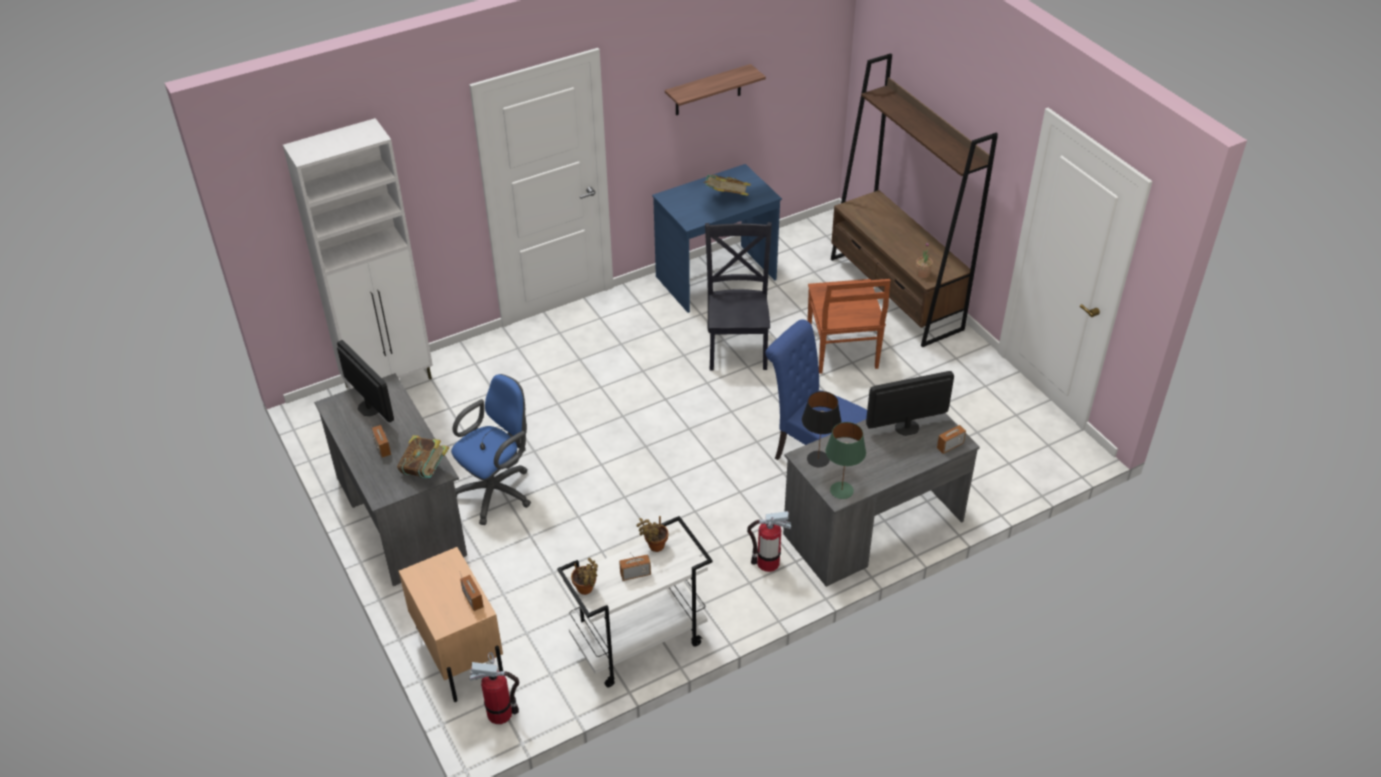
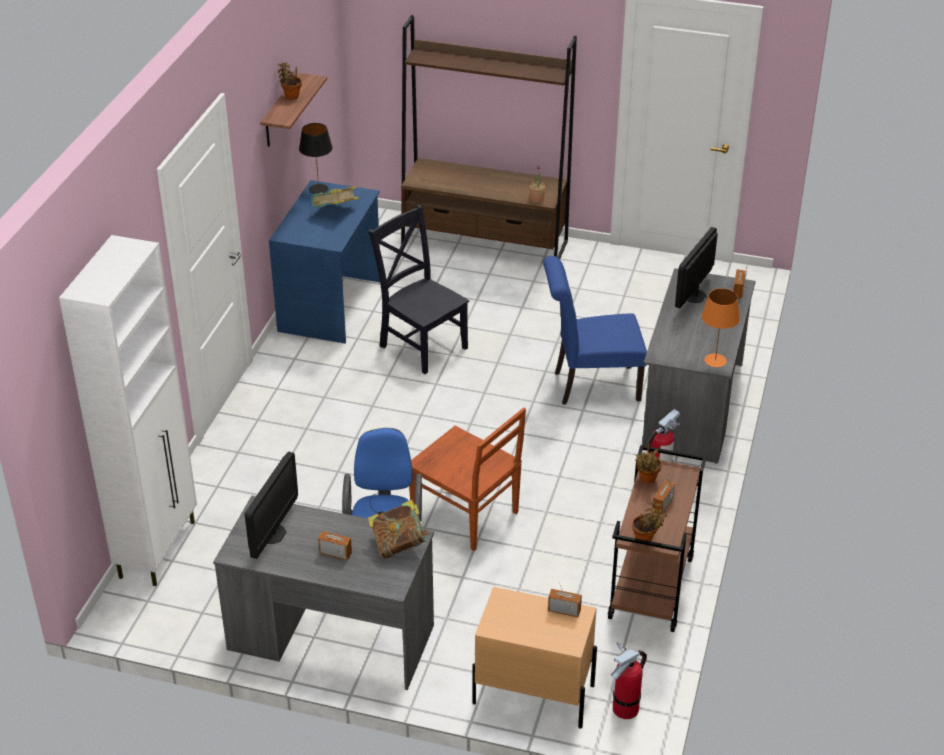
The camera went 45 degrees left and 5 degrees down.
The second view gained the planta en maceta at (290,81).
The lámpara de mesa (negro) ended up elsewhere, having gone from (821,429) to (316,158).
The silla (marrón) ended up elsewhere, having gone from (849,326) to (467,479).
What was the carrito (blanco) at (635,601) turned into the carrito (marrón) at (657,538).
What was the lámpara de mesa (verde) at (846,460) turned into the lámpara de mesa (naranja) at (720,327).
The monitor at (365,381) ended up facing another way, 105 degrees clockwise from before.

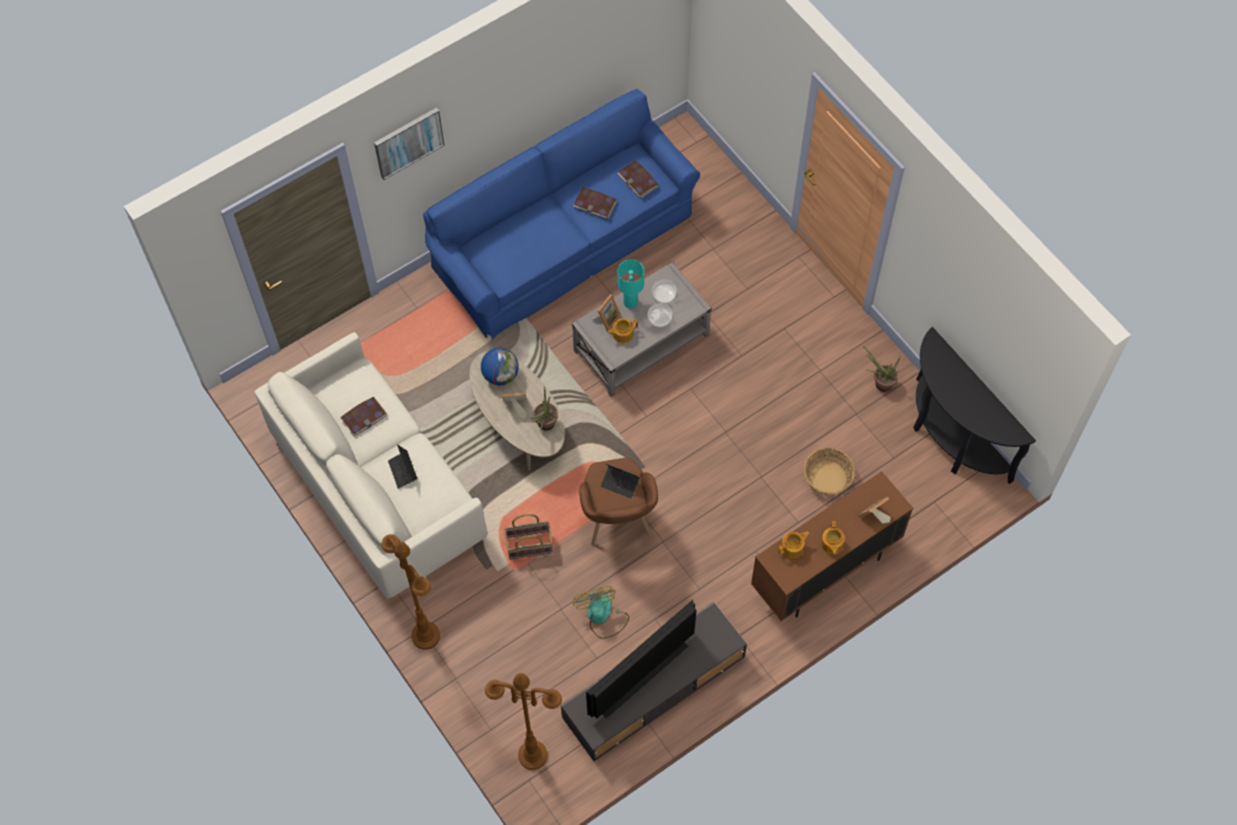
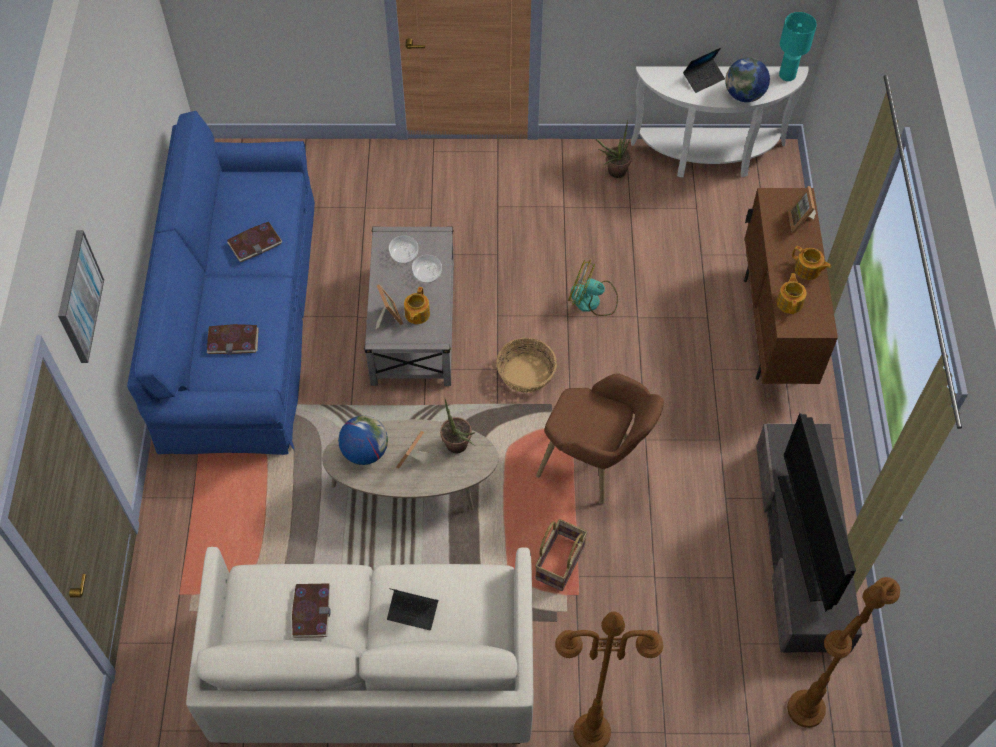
The camera went 55 degrees left and 5 degrees down.
The second view gained the globo terráqueo at (747,80).
The ventilador ended up elsewhere, having gone from (601,612) to (593,287).
The portátil ended up elsewhere, having gone from (620,481) to (704,70).
The lámpara de mesa (turquesa) ended up elsewhere, having gone from (630,284) to (798,46).
The libro ended up elsewhere, having gone from (638,179) to (233,339).
The cesta ended up elsewhere, having gone from (829,472) to (526,365).
What was the mesa consola (negro) at (974,405) turned into the mesa consola (blanco) at (720,121).

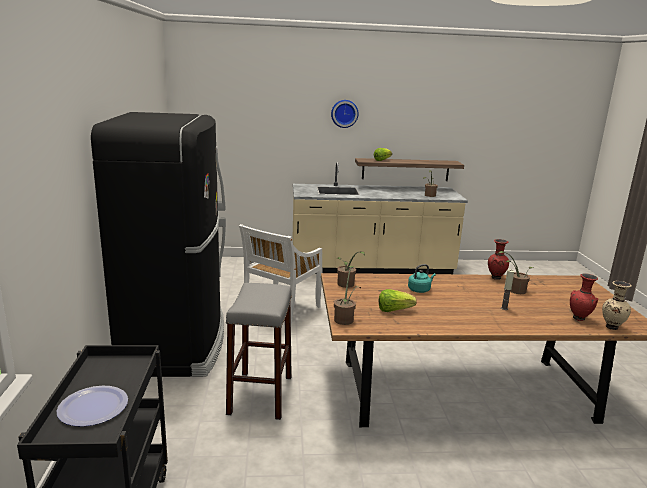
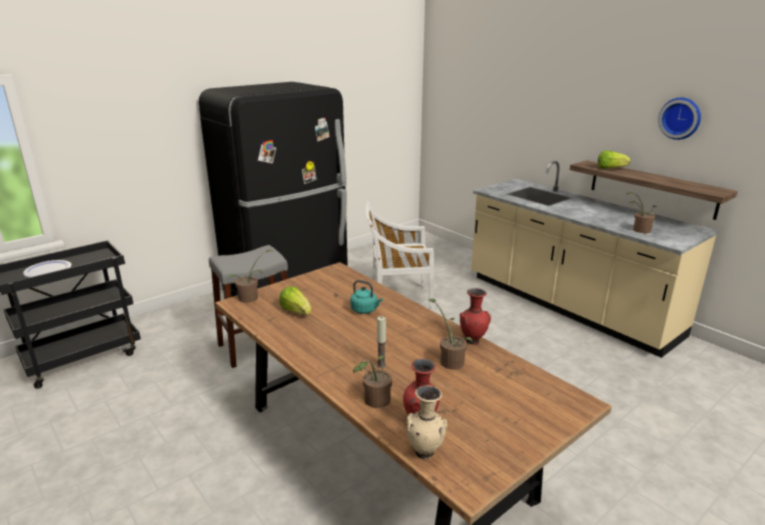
The camera went 55 degrees right and 5 degrees up.
The reloj de pared ended up elsewhere, having gone from (344,114) to (679,119).
The planta en maceta ended up elsewhere, having gone from (351,269) to (372,382).

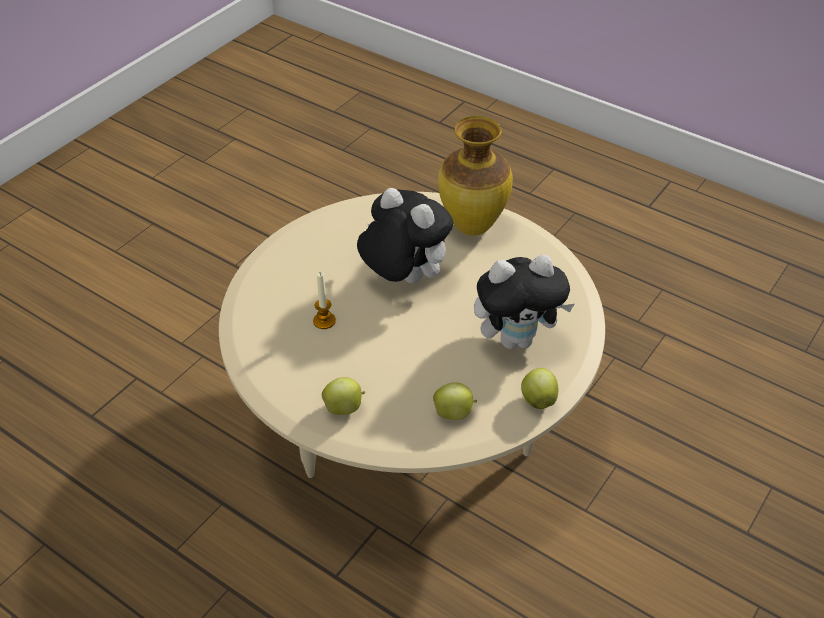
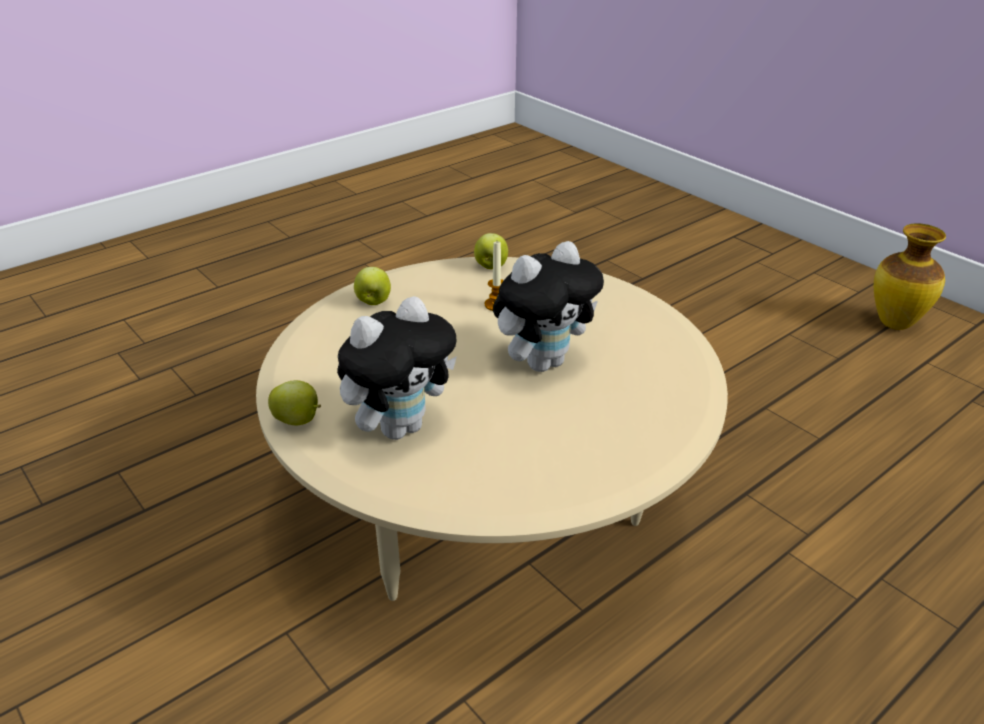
The camera went 105 degrees right and 10 degrees down.
The manzana ended up elsewhere, having gone from (455,401) to (491,251).
The florero ended up elsewhere, having gone from (475,176) to (910,276).
The peluche at (524,302) ended up facing another way, 135 degrees counterclockwise from before.

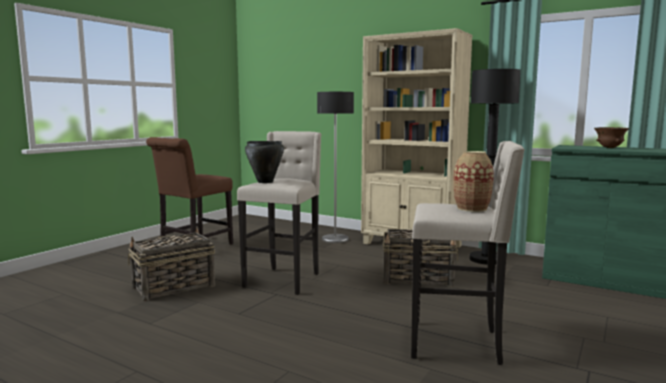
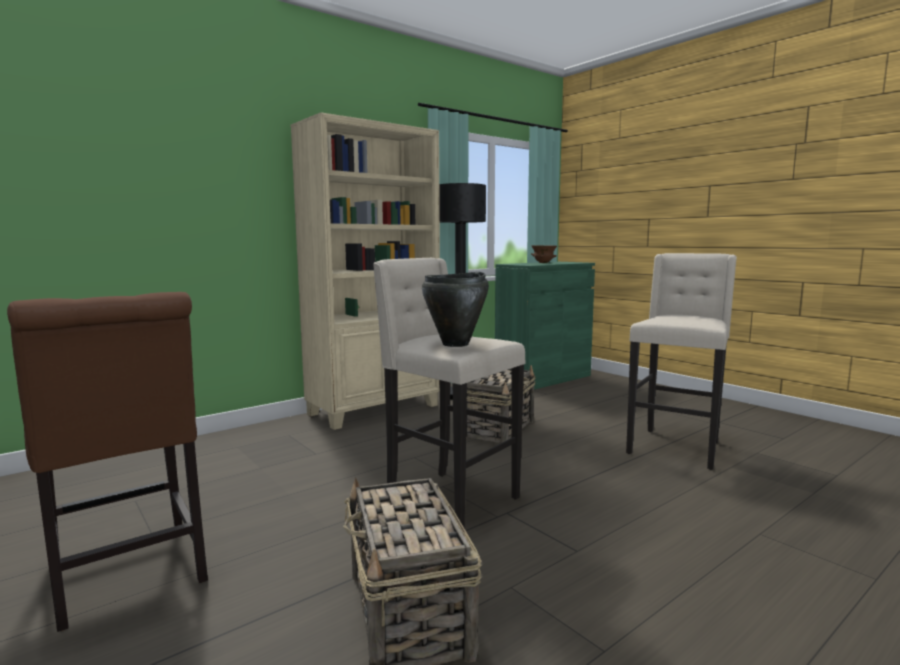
The camera went 70 degrees left and 0 degrees up.
The second view lost the lámpara de pie at (335,167).
The second view lost the florero at (473,181).

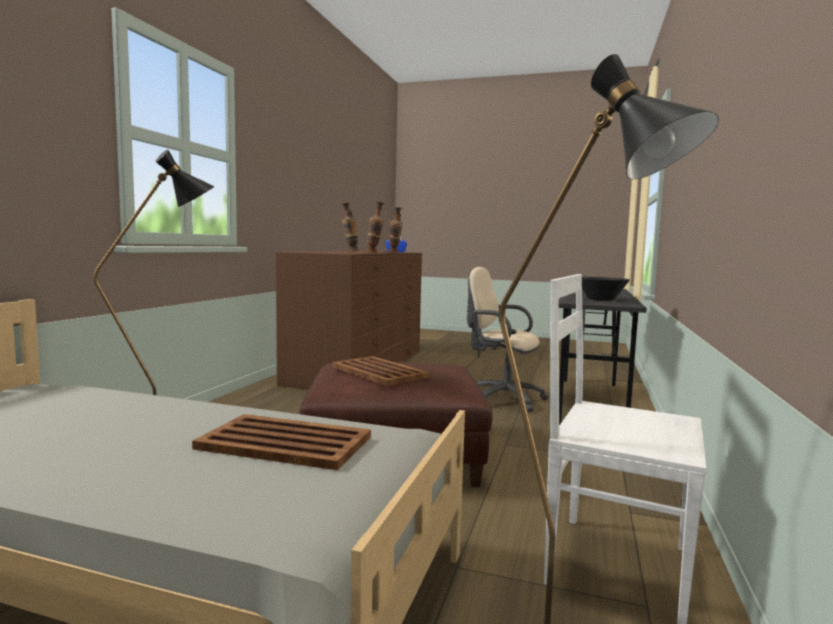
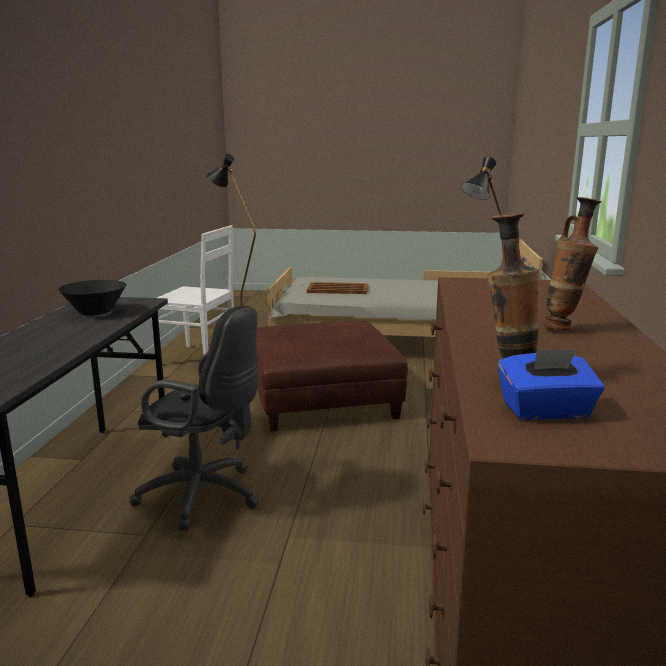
The camera went 170 degrees right and 10 degrees up.
The second view lost the bandeja (marrón) at (381,371).
The second view lost the florero at (375,227).
What was the silla de oficina (beis) at (508,339) turned into the silla de oficina (negro) at (194,418).

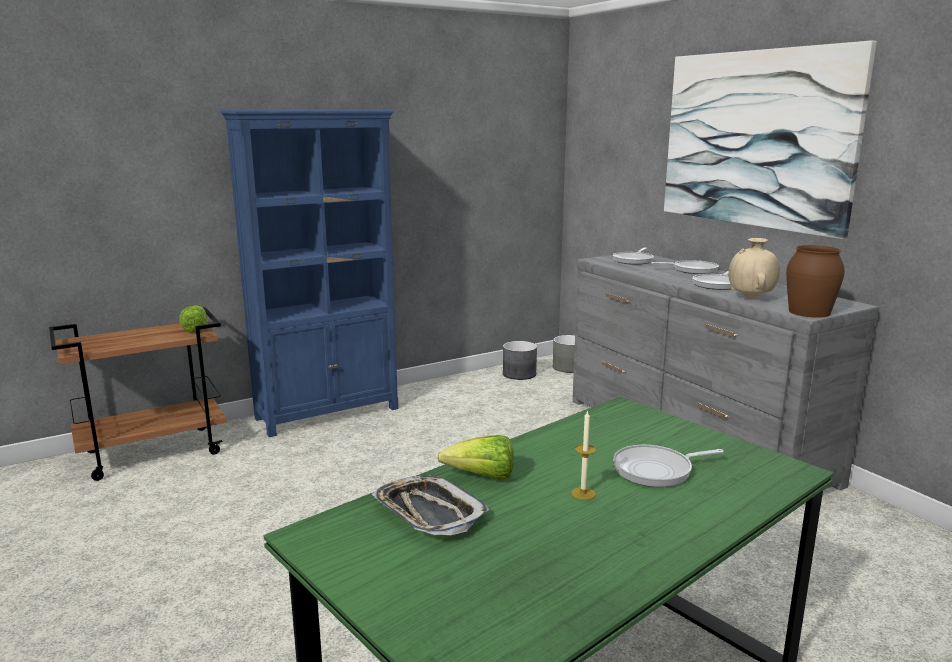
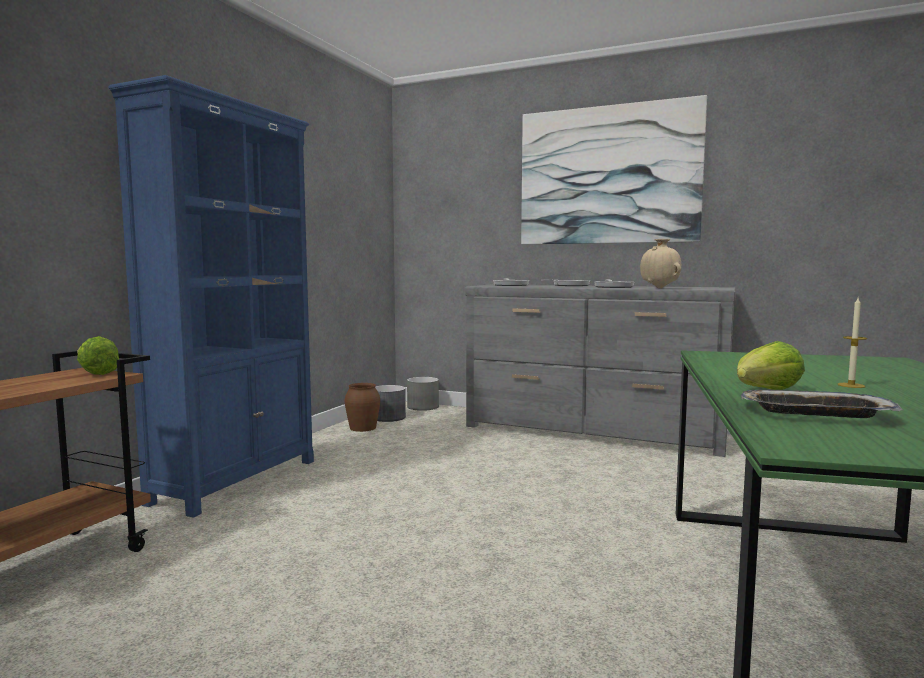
The camera went 35 degrees left and 10 degrees down.
The second view lost the sartén at (668,466).
The florero (marrón) ended up elsewhere, having gone from (815,281) to (362,407).

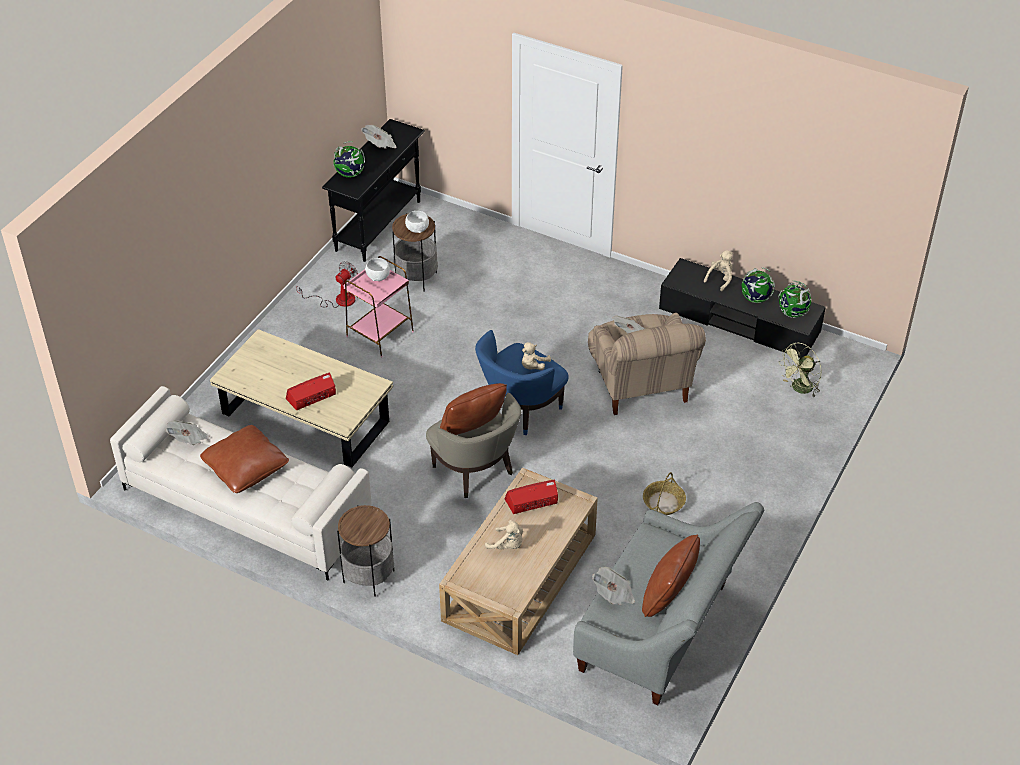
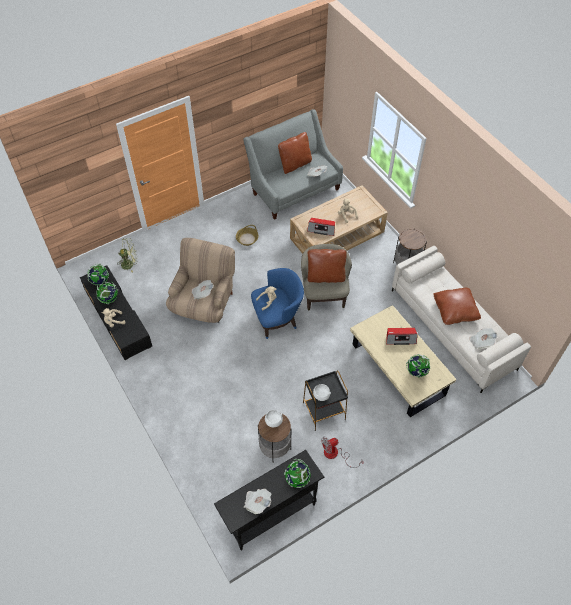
The camera went 150 degrees left and 10 degrees up.
The second view gained the globo terráqueo at (418,365).
What was the mesa auxiliar (rosa) at (378,307) turned into the mesa auxiliar (negro) at (325,400).

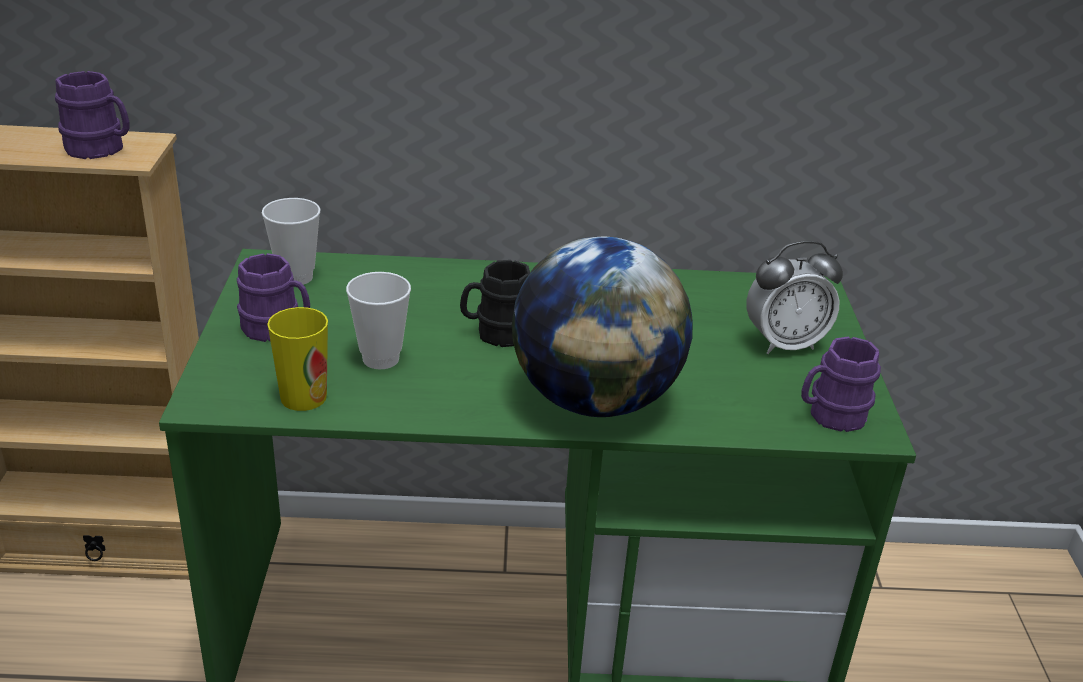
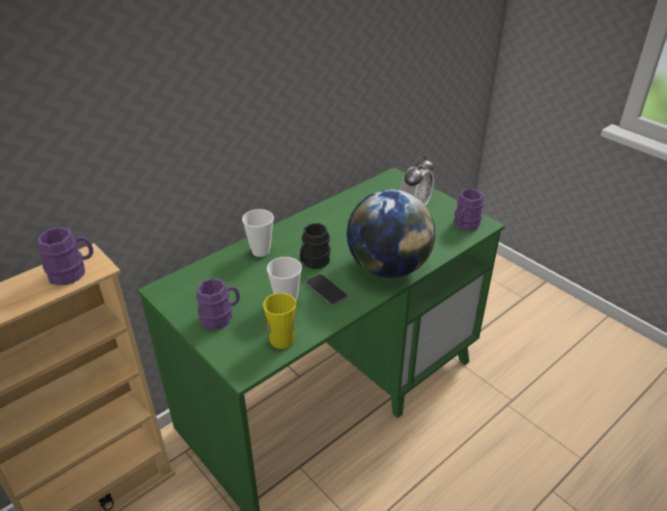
The camera went 40 degrees left and 5 degrees up.
The second view gained the móvil at (326,289).
The taza ended up elsewhere, having gone from (291,241) to (258,233).

